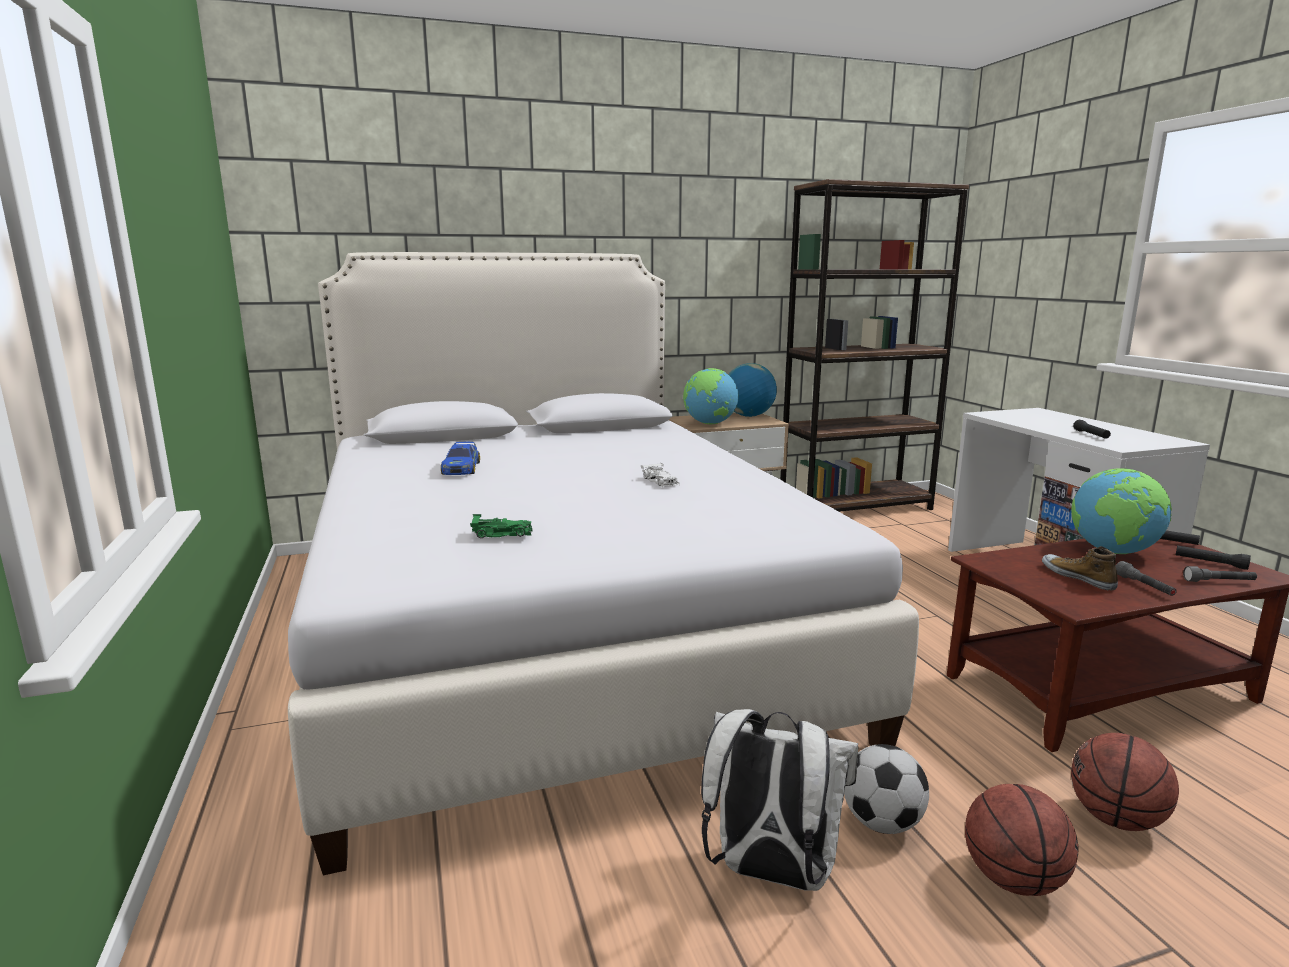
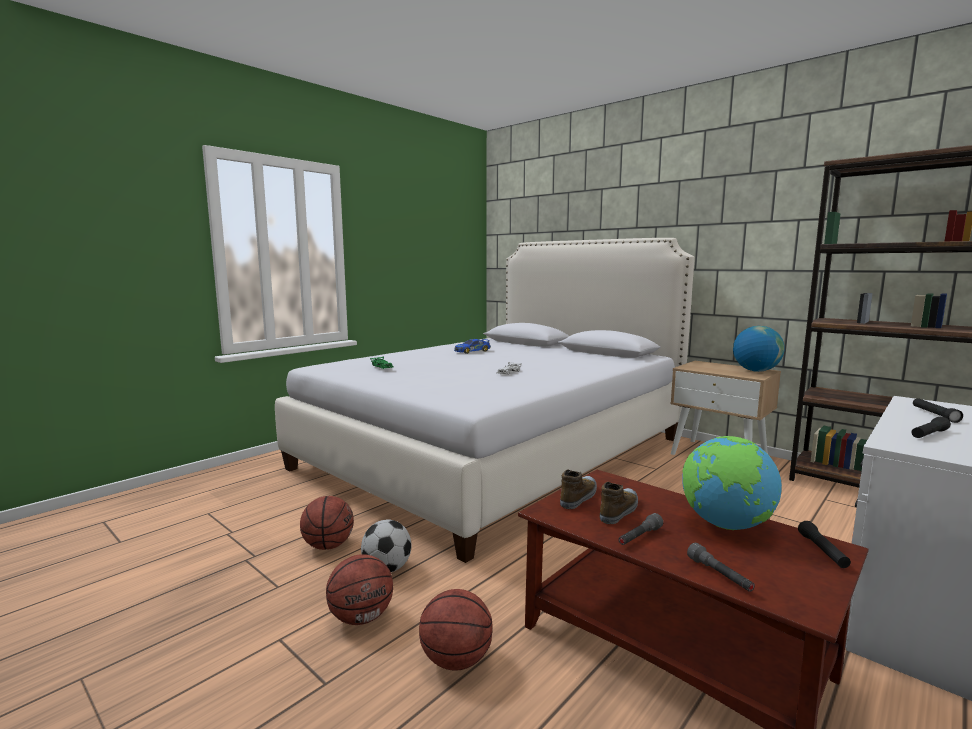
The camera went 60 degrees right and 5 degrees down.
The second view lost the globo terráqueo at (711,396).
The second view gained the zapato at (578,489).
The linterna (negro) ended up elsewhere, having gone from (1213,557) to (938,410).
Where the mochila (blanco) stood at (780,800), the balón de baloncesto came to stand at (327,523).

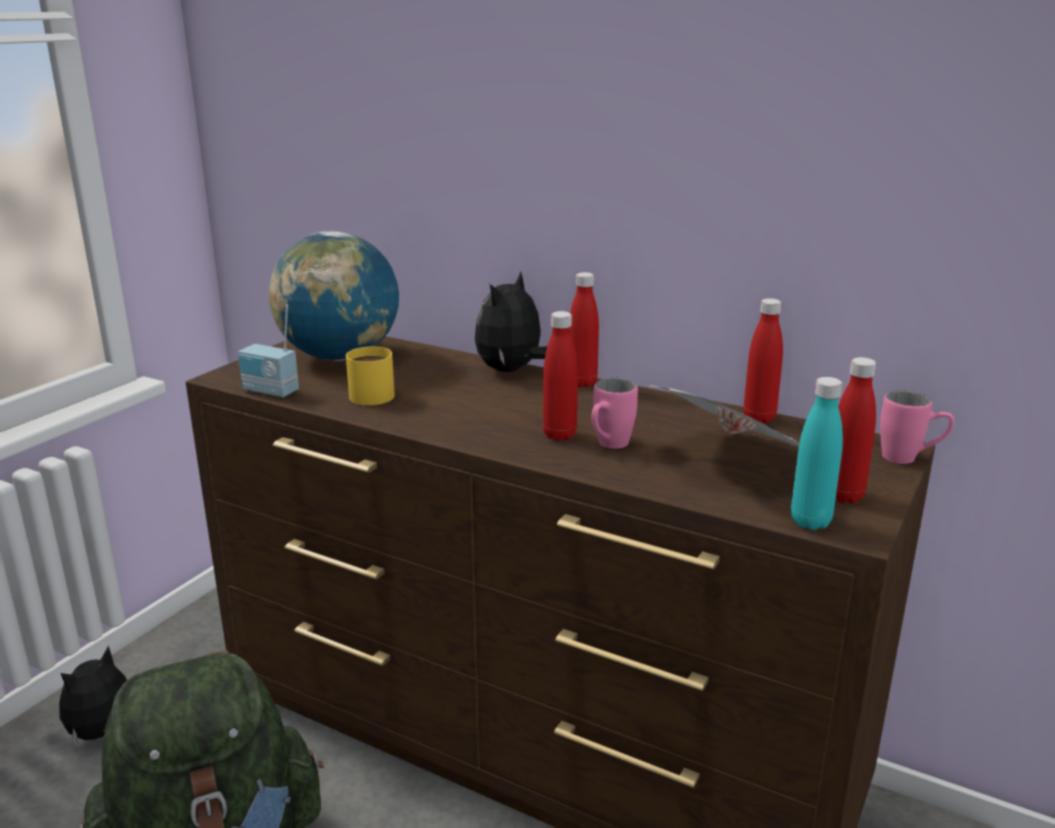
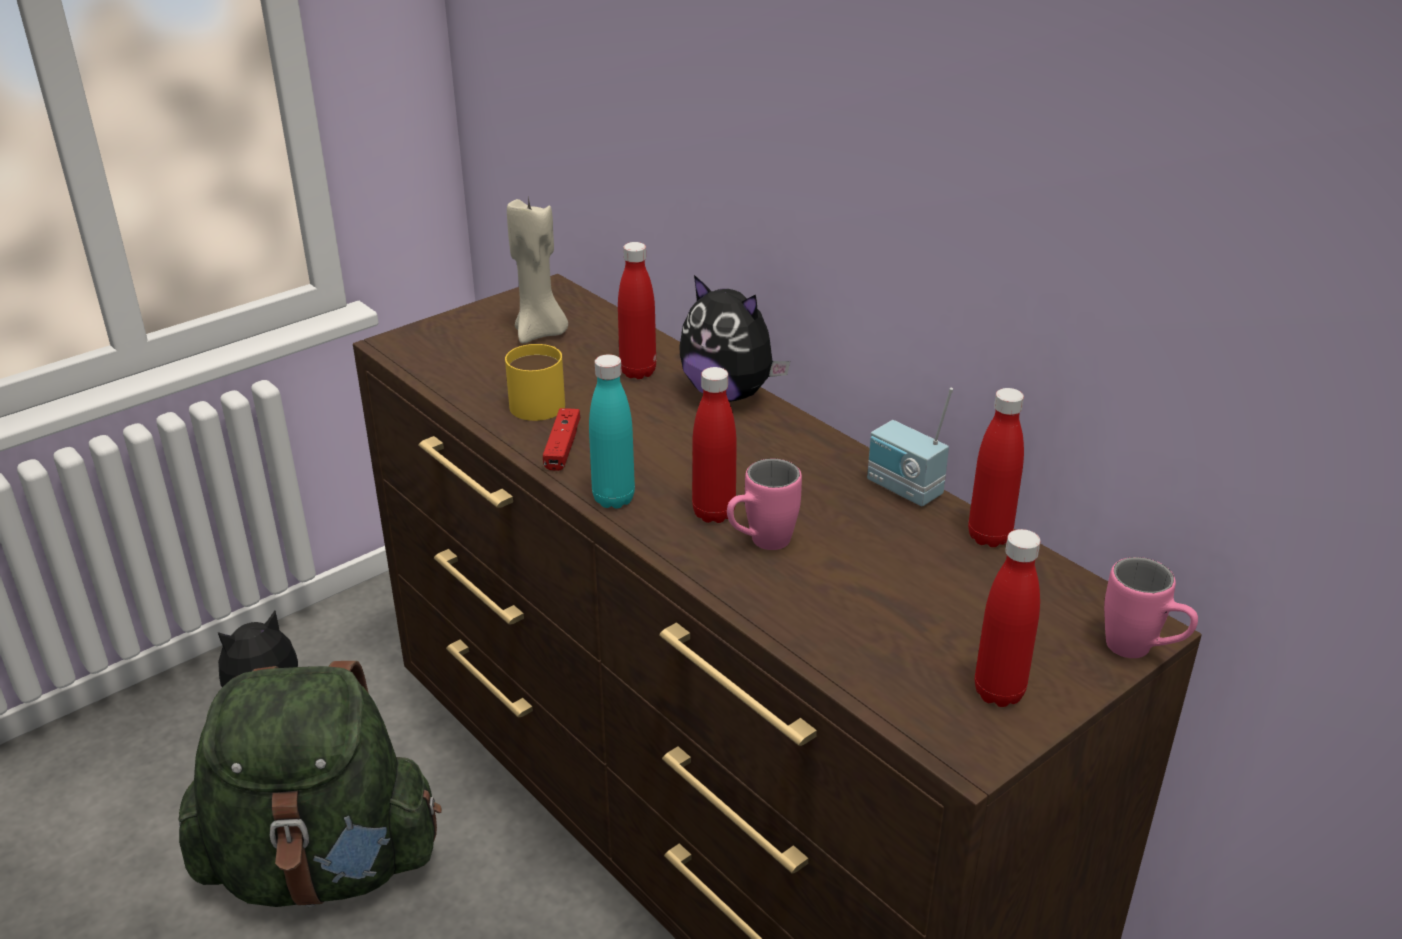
The camera went 20 degrees right and 10 degrees up.
The second view lost the periódico at (724,415).
The second view gained the mando de consola (rojo) at (561,439).
The radio ended up elsewhere, having gone from (268,351) to (910,447).
The botella (rojo) ended up elsewhere, having gone from (584,329) to (637,310).
The botella (turquesa) ended up elsewhere, having gone from (817,453) to (612,431).
Where the globo terráqueo stood at (334,296), the vela (beis) came to stand at (537,269).
The peluche at (511,321) ended up facing another way, 105 degrees counterclockwise from before.

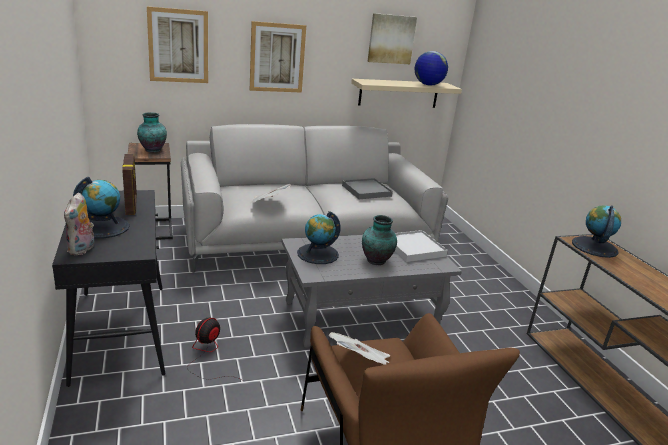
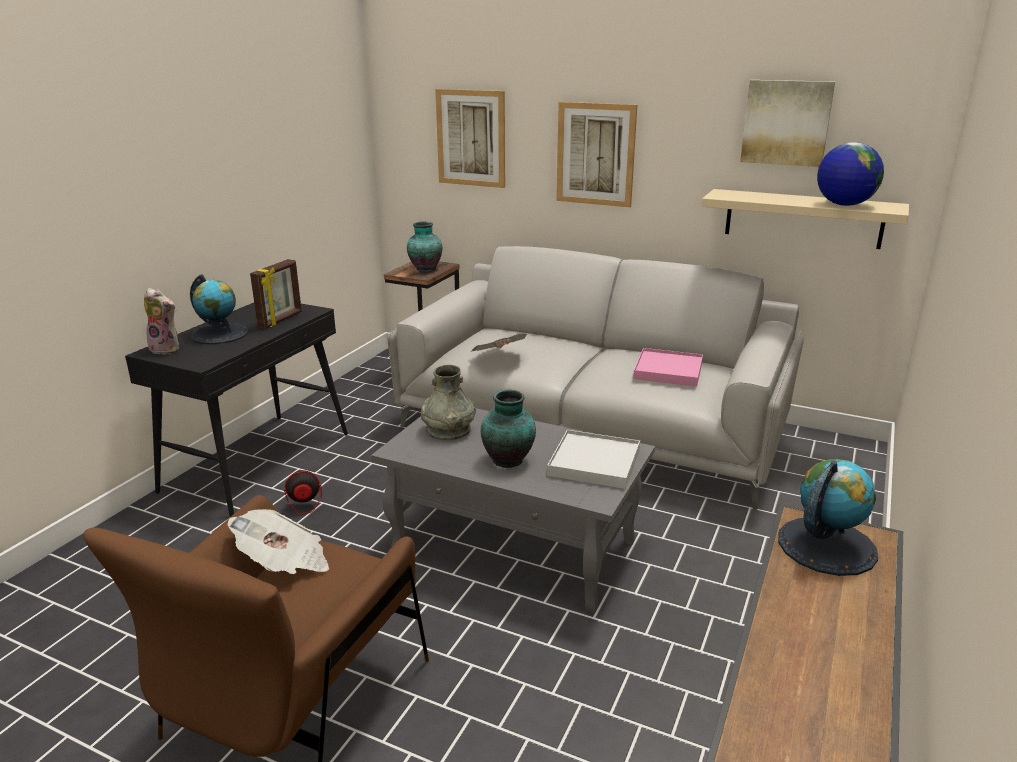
The camera went 45 degrees right and 0 degrees up.
Where the globo terráqueo stood at (319,237), the florero (gris) came to stand at (448,402).
What was the bandeja (gris) at (367,188) turned into the bandeja (rosa) at (668,367).
The peluche at (79,223) ended up facing another way, 120 degrees counterclockwise from before.

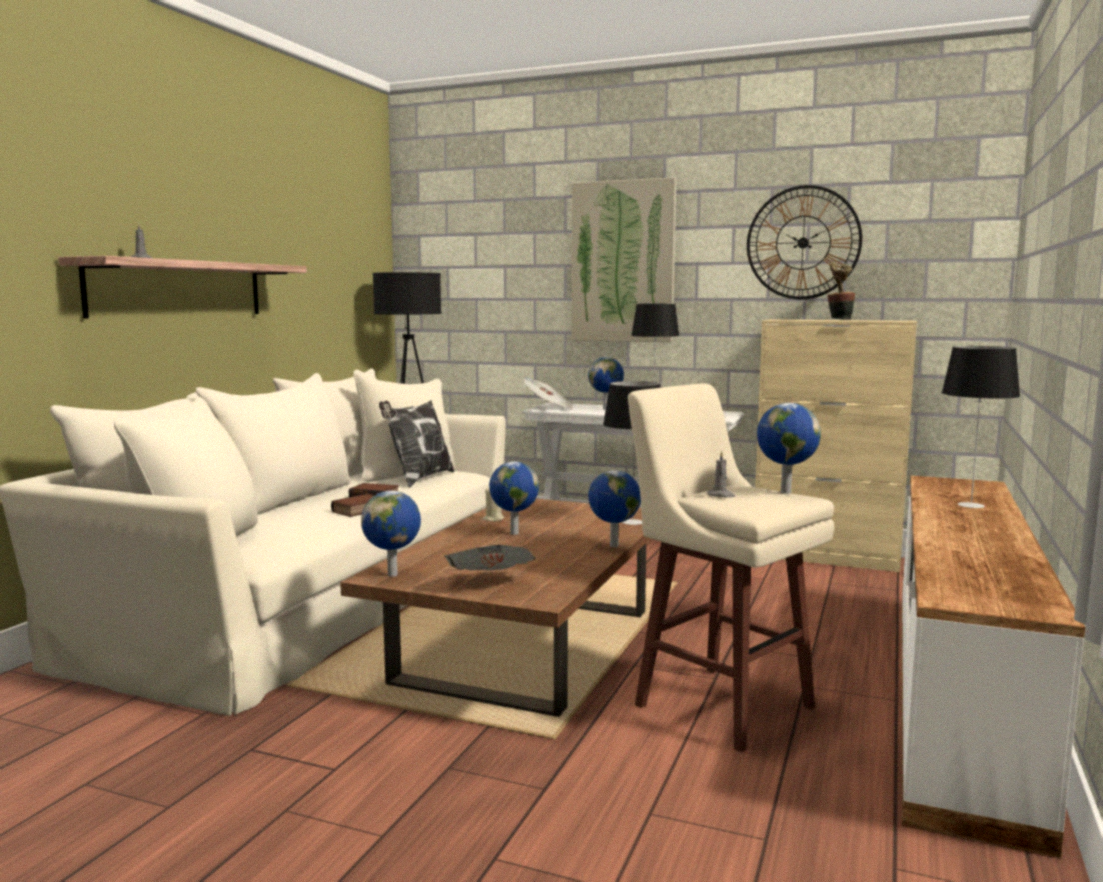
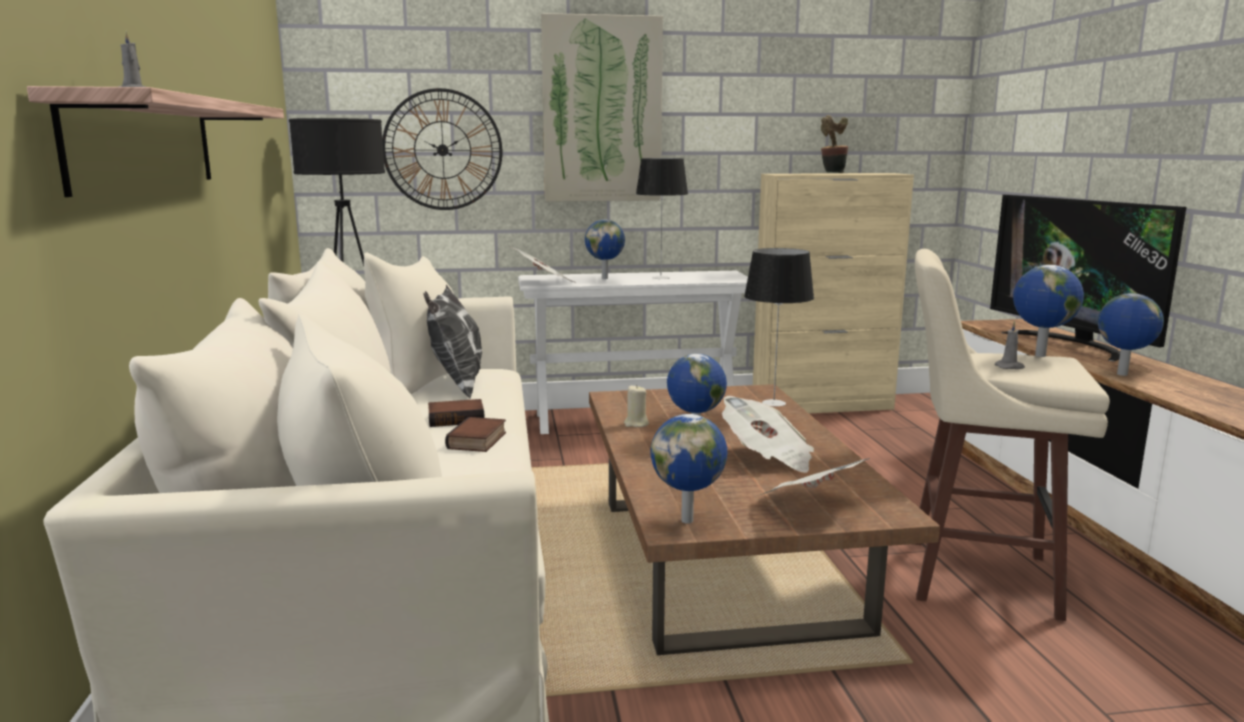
The camera went 30 degrees left and 5 degrees up.
The second view gained the periódico at (768,434).
The globo terráqueo ended up elsewhere, having gone from (614,508) to (1131,334).
The reloj de pared ended up elsewhere, having gone from (804,242) to (442,149).
Where the lámpara de mesa stood at (981,427), the televisor came to stand at (1088,278).

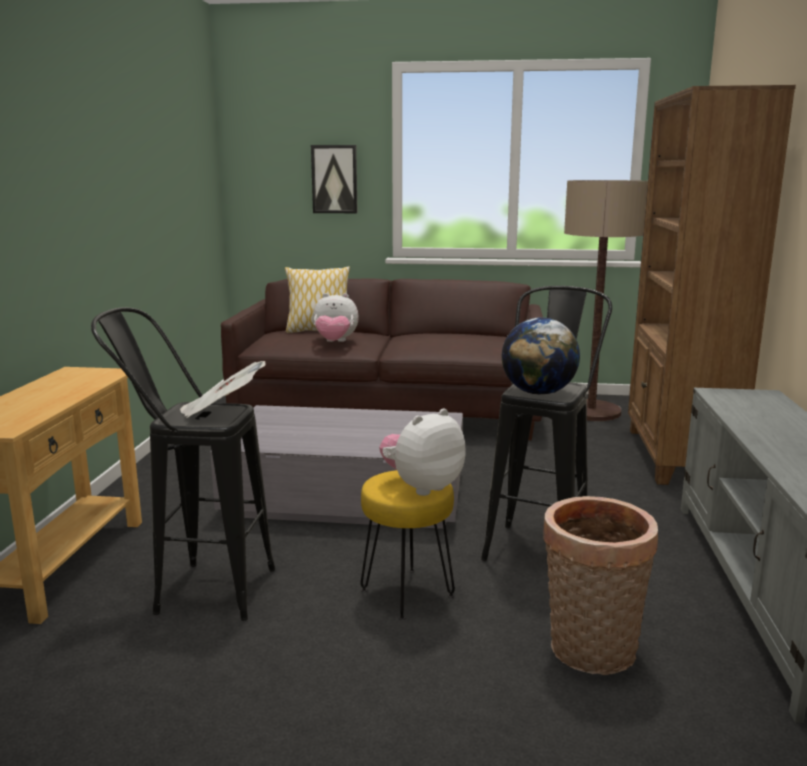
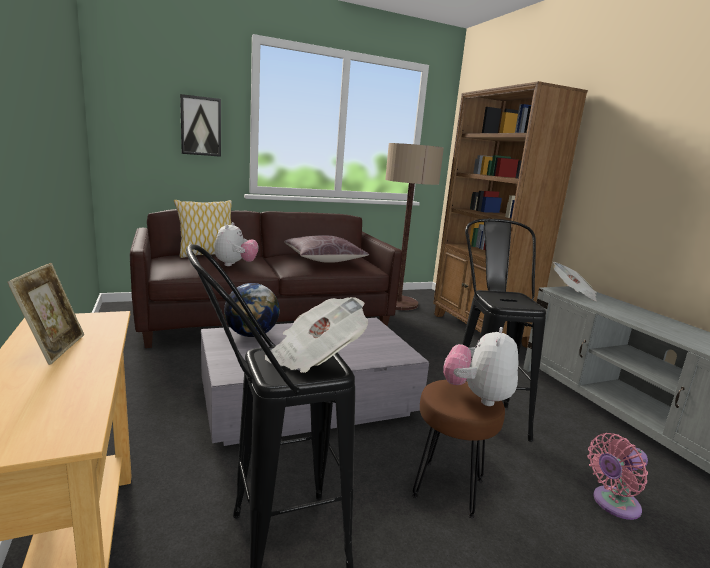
The camera went 30 degrees left and 0 degrees up.
The second view gained the portarretratos at (46,314).
The second view gained the cojín (marrón) at (326,249).
The second view gained the periódico at (575,281).
The globo terráqueo ended up elsewhere, having gone from (541,356) to (252,310).
Where the cesta stood at (601,585), the ventilador (rosa) came to stand at (617,476).
What was the taburete (amarillo) at (407,545) turned into the taburete (marrón) at (458,449).
The peluche at (336,317) ended up facing another way, 60 degrees counterclockwise from before.

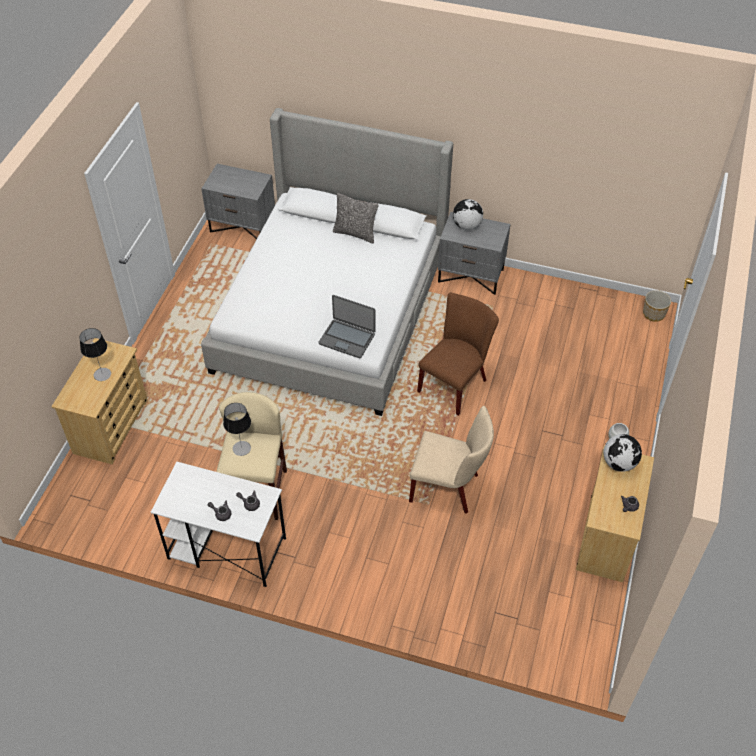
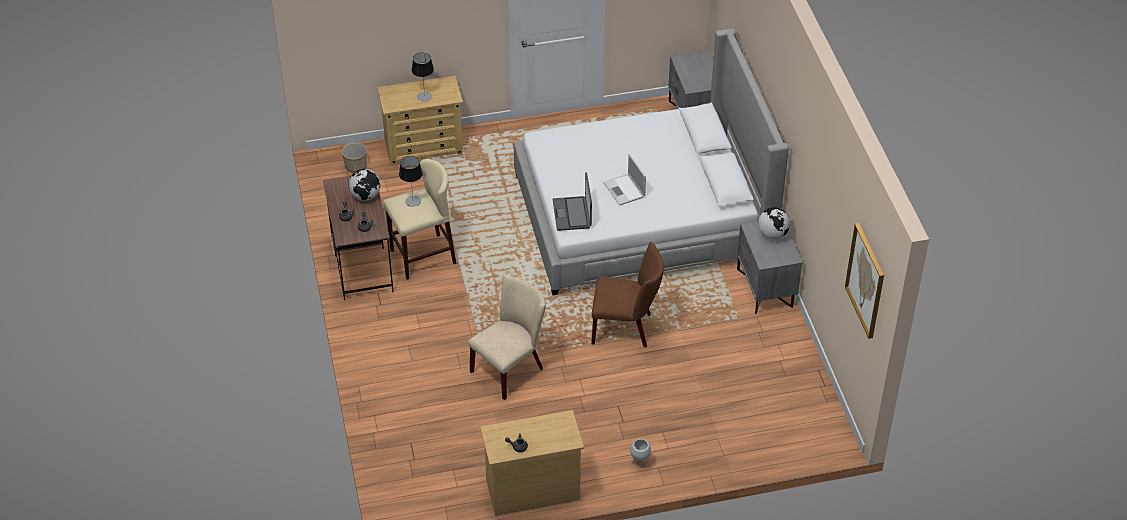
The camera went 60 degrees right and 5 degrees down.
The second view lost the cojín at (356,218).
The second view gained the portátil at (624,180).
The second view gained the cuadro at (864,281).
The globo terráqueo ended up elsewhere, having gone from (622,453) to (365,185).
The maceta ended up elsewhere, having gone from (657,306) to (354,158).
What was the escritorio (blanco) at (218,524) turned into the escritorio (marrón) at (358,238).
The silla (beis) at (451,460) ended up facing another way, 120 degrees counterclockwise from before.

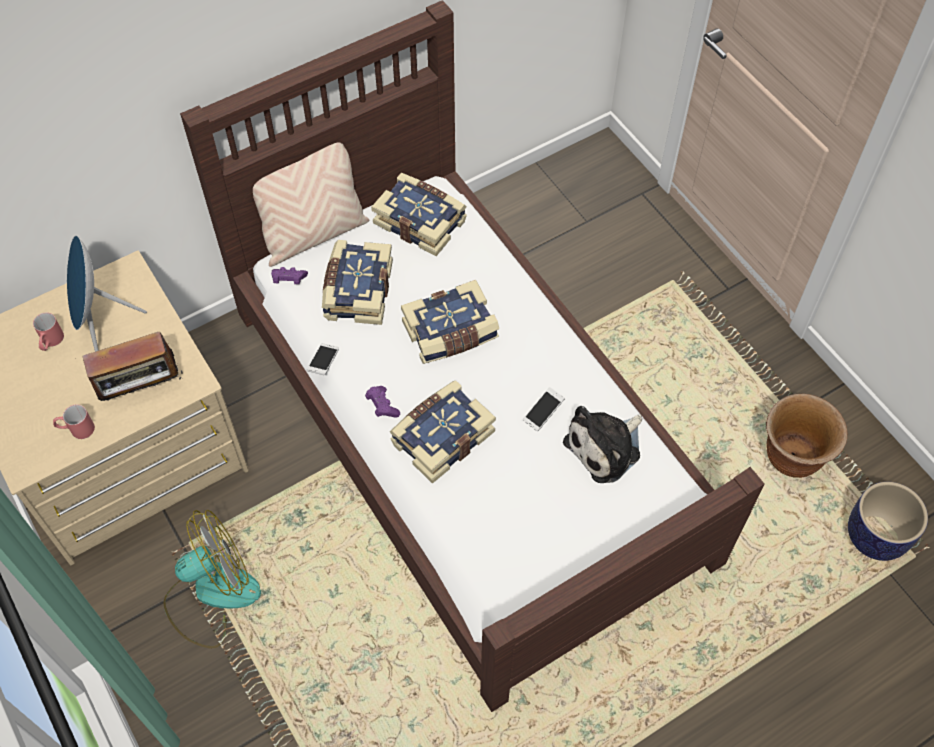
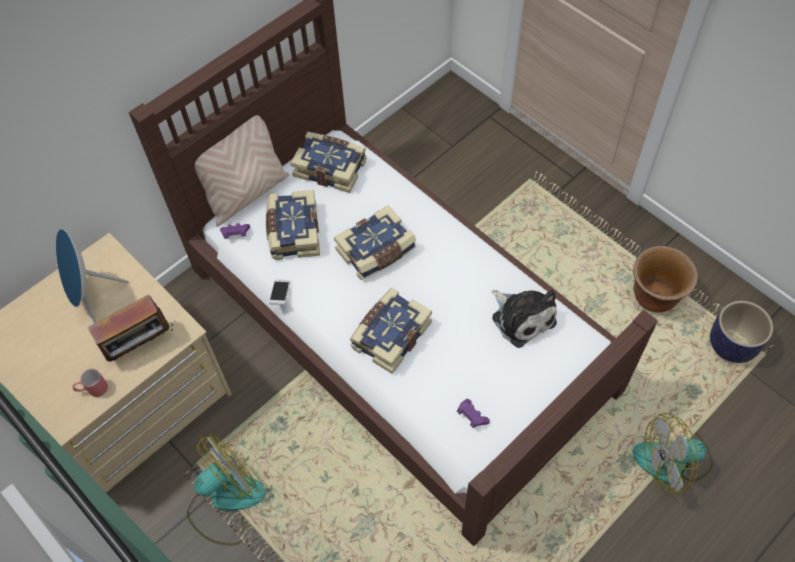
The camera went 10 degrees left and 0 degrees up.
The second view lost the taza grande (rojo) at (48,331).
The second view lost the móvil at (544,409).
The second view gained the ventilador at (672,453).
The mando de consola (morado) ended up elsewhere, having gone from (382,401) to (473,413).
The peluche at (602,444) ended up facing another way, 75 degrees counterclockwise from before.

